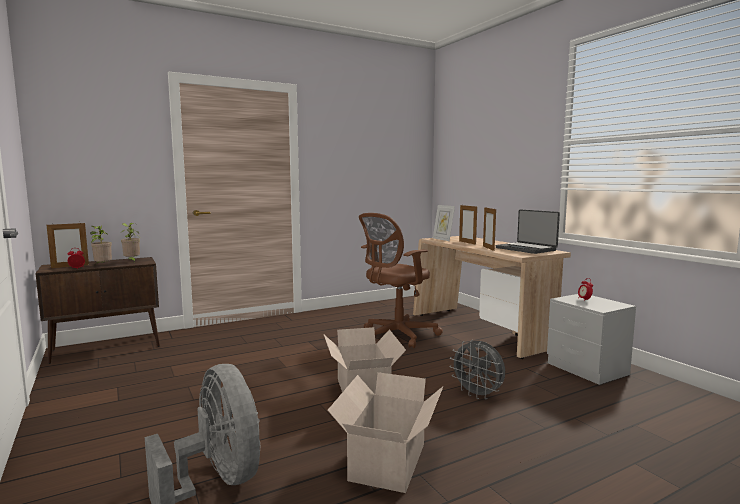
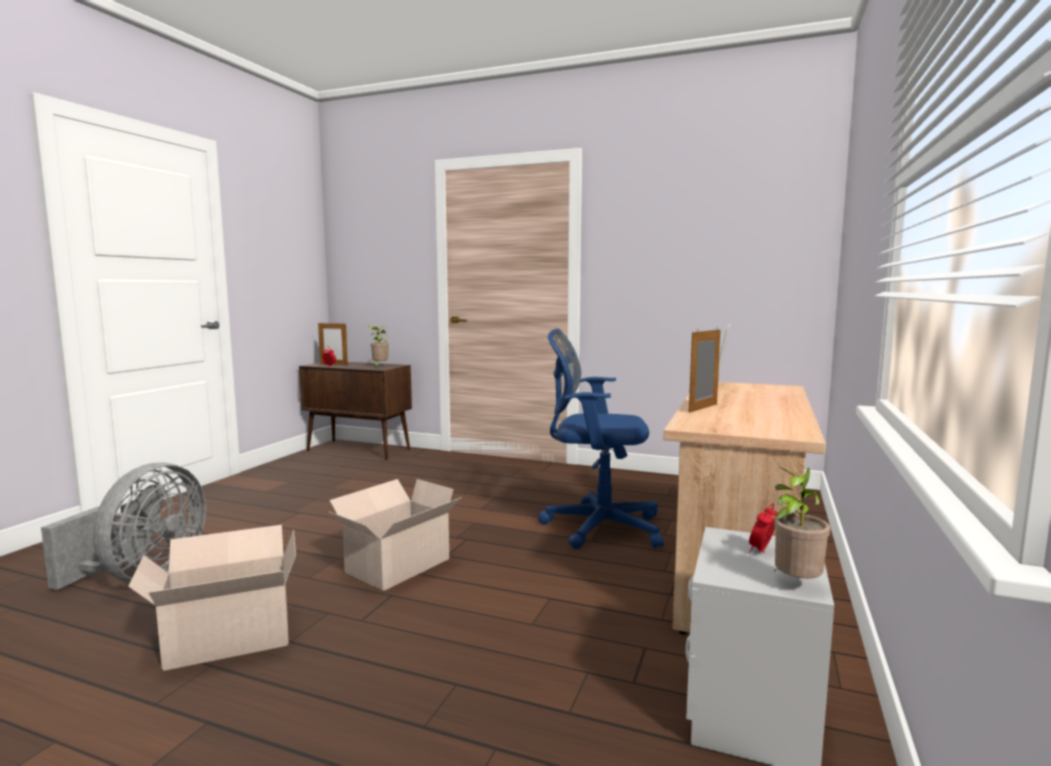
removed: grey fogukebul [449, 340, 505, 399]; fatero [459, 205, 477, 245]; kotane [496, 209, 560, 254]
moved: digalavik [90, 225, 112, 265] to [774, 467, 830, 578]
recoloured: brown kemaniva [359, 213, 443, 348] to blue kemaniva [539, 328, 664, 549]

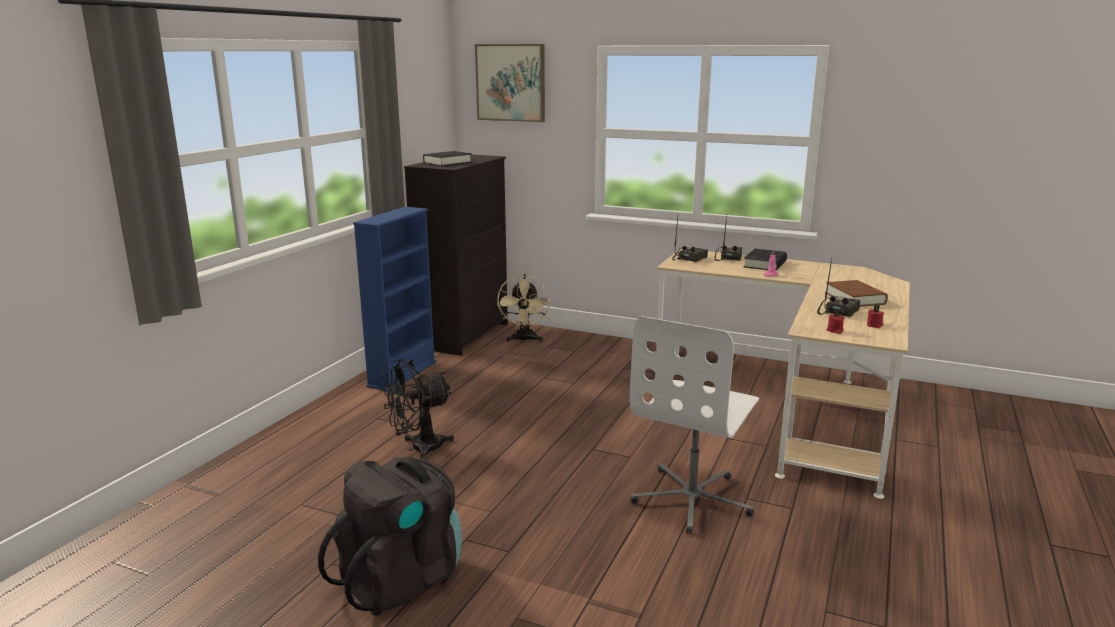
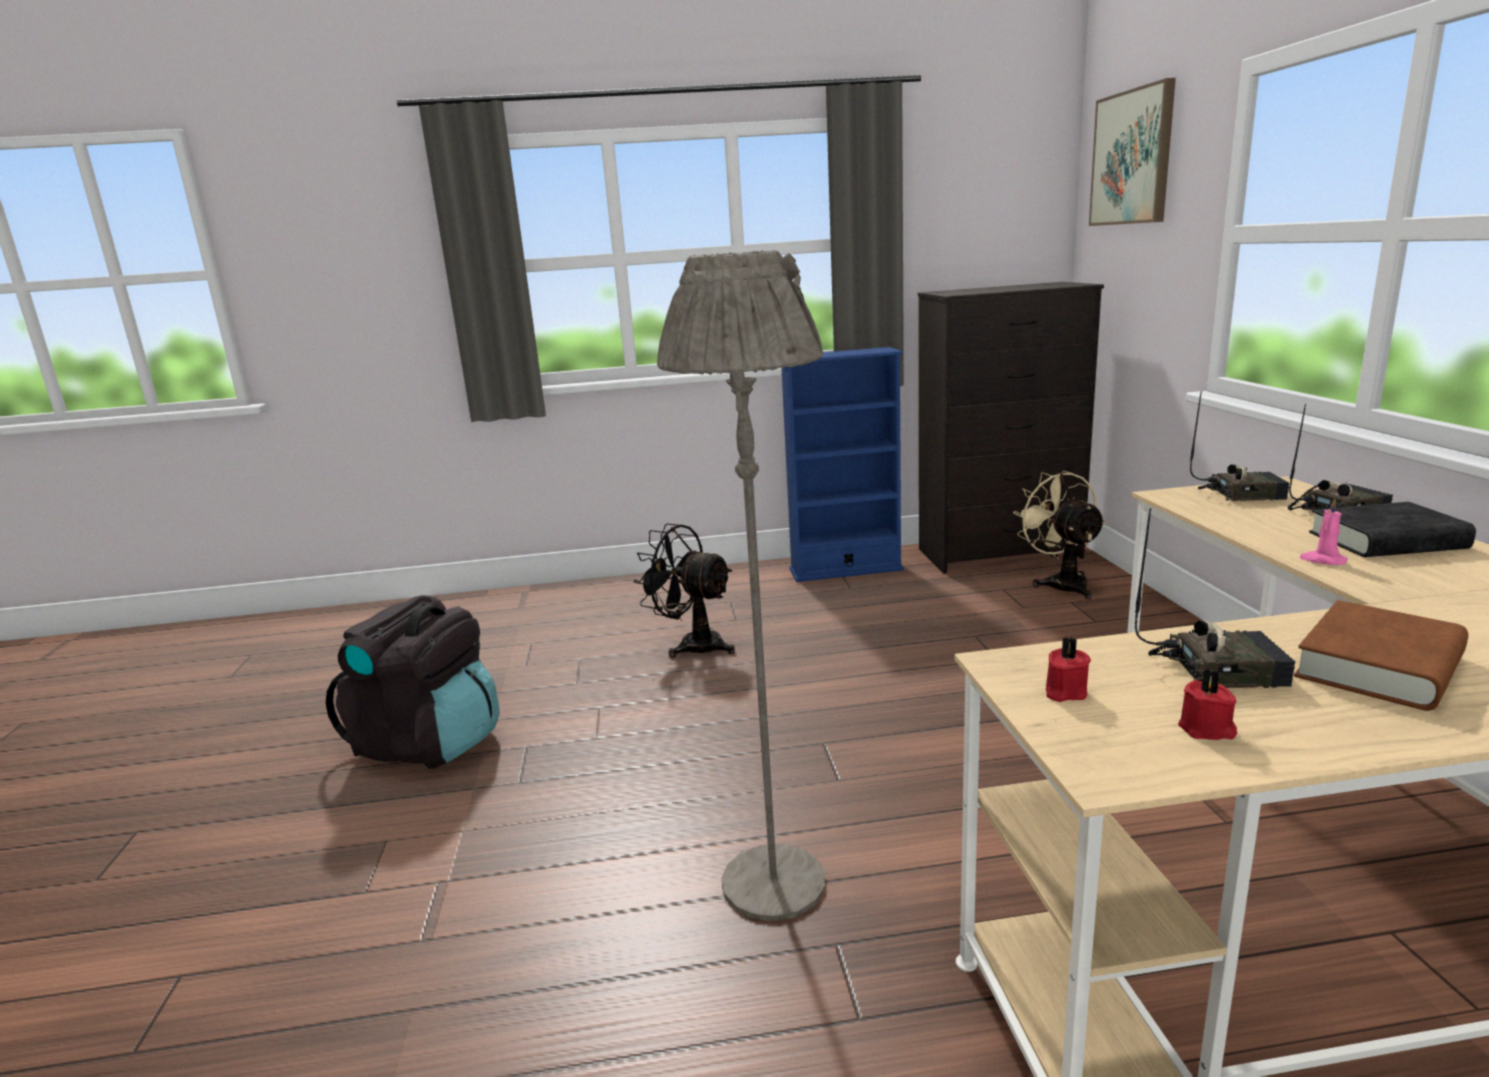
removed: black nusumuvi [423, 151, 472, 166]
replaced: white kemaniva [630, 316, 759, 534] to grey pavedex [657, 250, 826, 921]
turned: beige fogukebul [497, 274, 551, 342] = [1013, 471, 1106, 599] 105 degrees clockwise

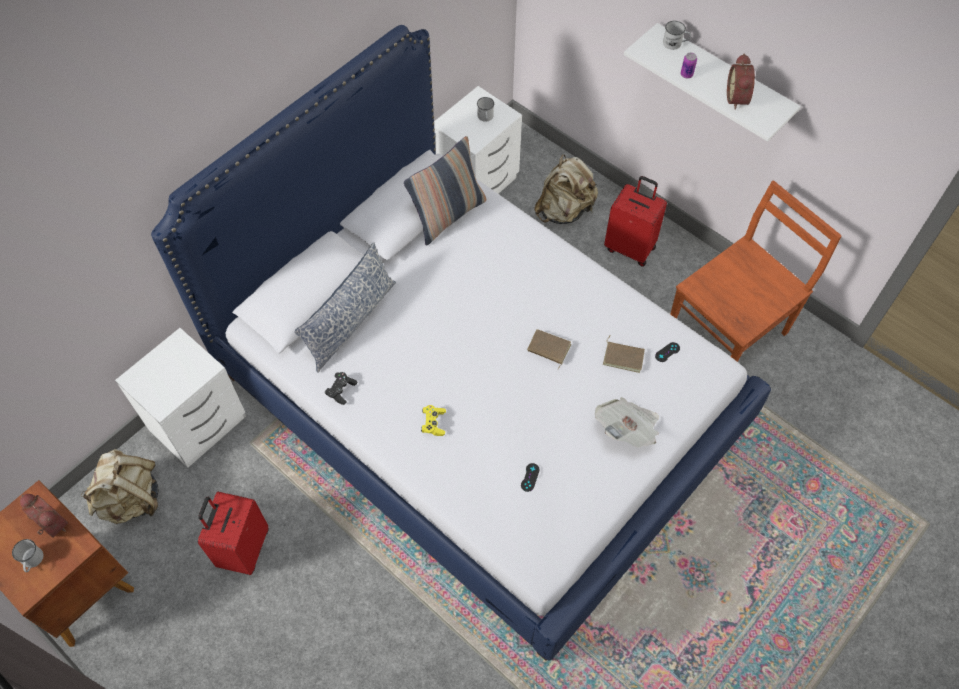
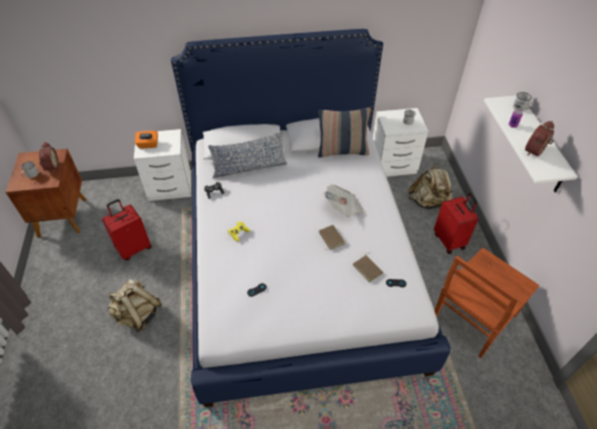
added: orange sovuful [135, 131, 158, 149]
moved: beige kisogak [81, 449, 159, 524] to [108, 279, 162, 332]; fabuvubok [595, 397, 659, 448] to [324, 185, 366, 217]
turned: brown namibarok [670, 181, 842, 362] = [434, 248, 540, 358] 135 degrees clockwise

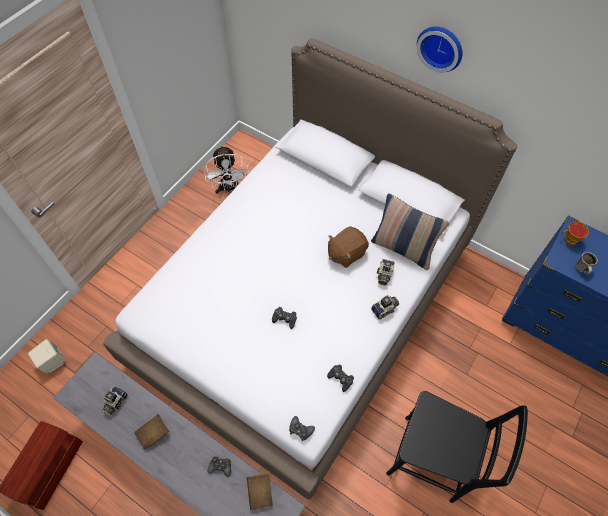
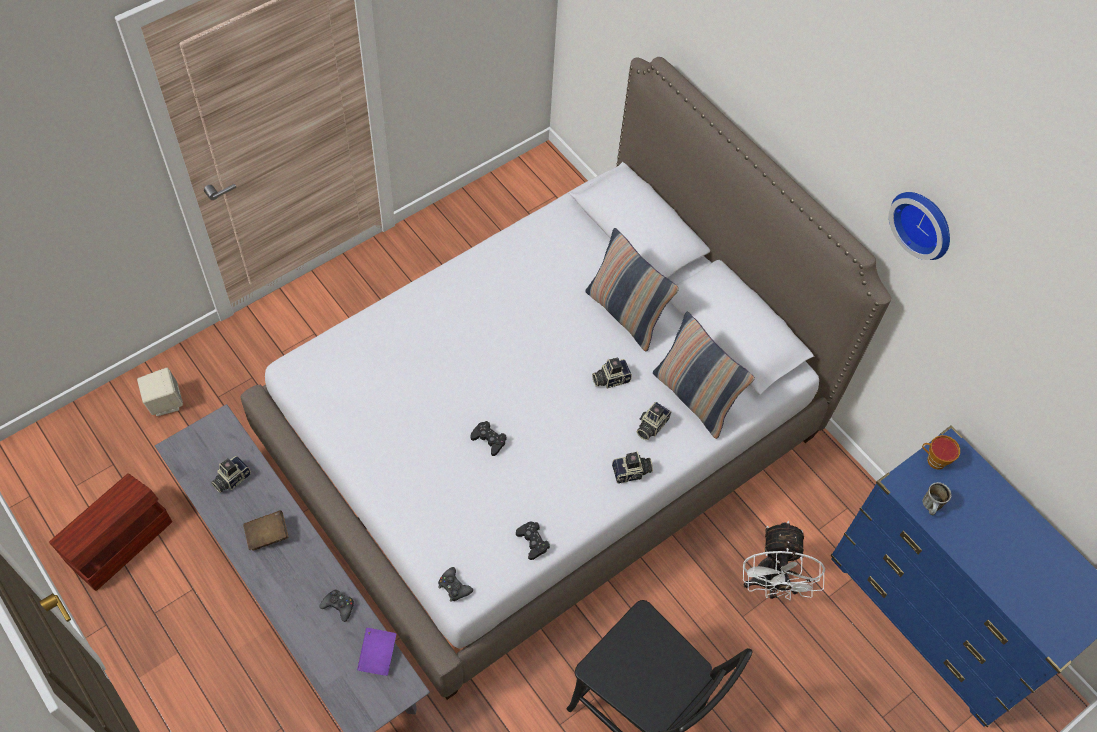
added: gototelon [586, 228, 679, 351]
moved: white fogukebul [204, 145, 249, 194] to [743, 521, 825, 600]; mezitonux [417, 26, 463, 72] to [889, 192, 950, 260]
replaced: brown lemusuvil [328, 226, 369, 268] to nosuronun [592, 358, 632, 389]
recoloured: brown nusumuvi [247, 473, 273, 510] to purple nusumuvi [357, 628, 397, 676]

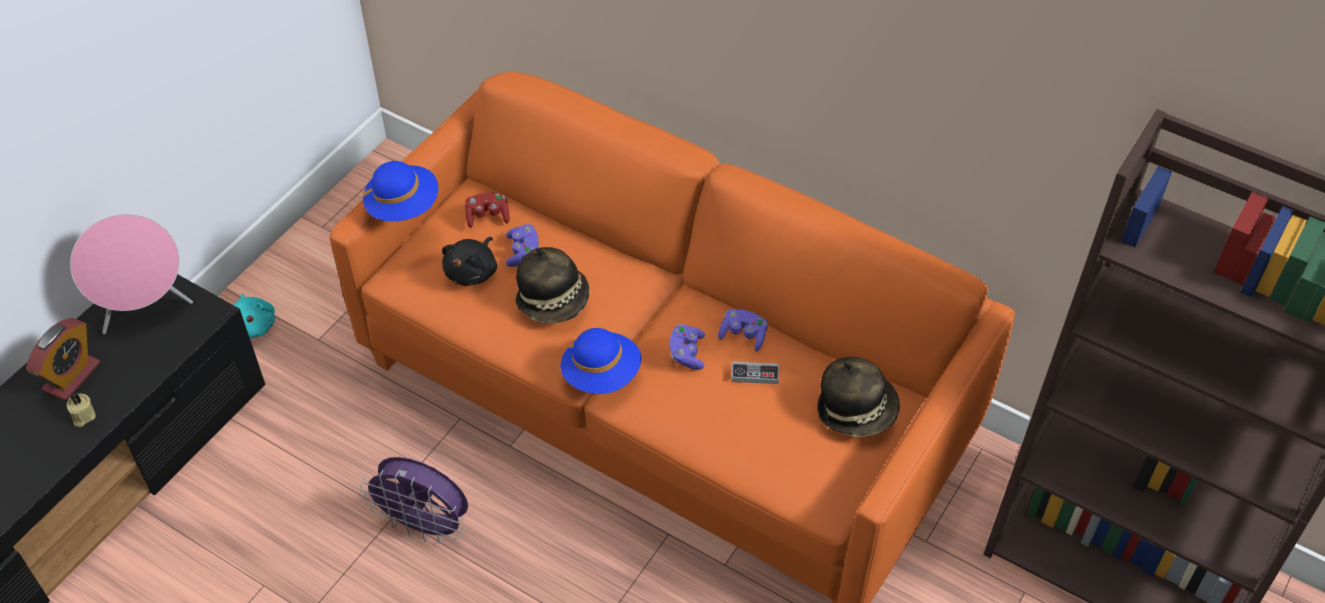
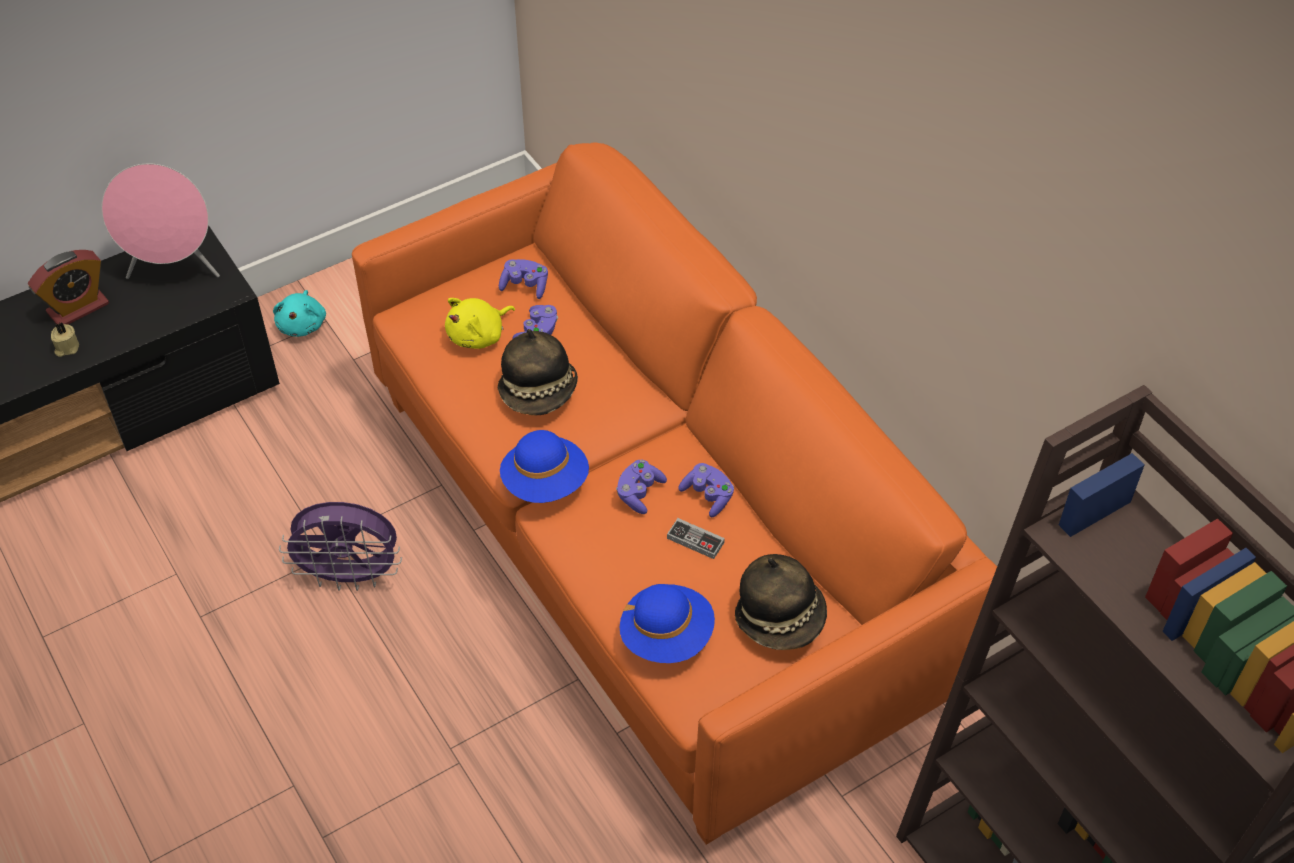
moved: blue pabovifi [363, 161, 438, 221] to [620, 584, 715, 663]
recoloured: black lemusuvil [442, 237, 497, 286] to yellow lemusuvil [445, 298, 515, 349]; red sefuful [465, 193, 510, 228] to purple sefuful [499, 259, 548, 299]
turned: purple fogukebul [360, 457, 468, 544] = [279, 502, 402, 591] 45 degrees counterclockwise

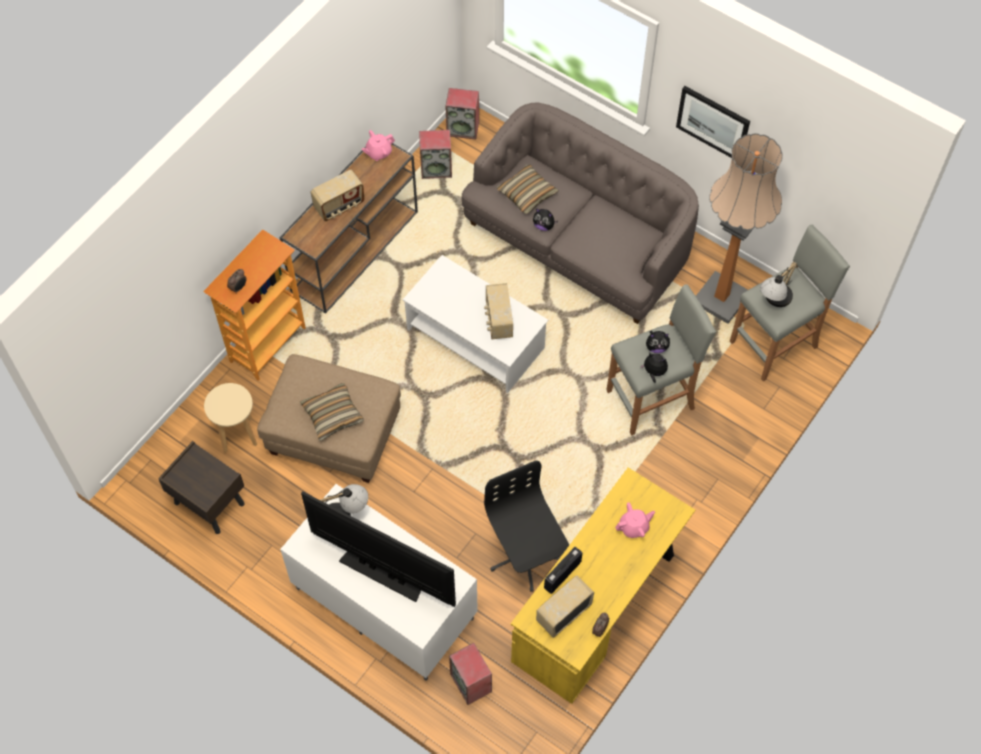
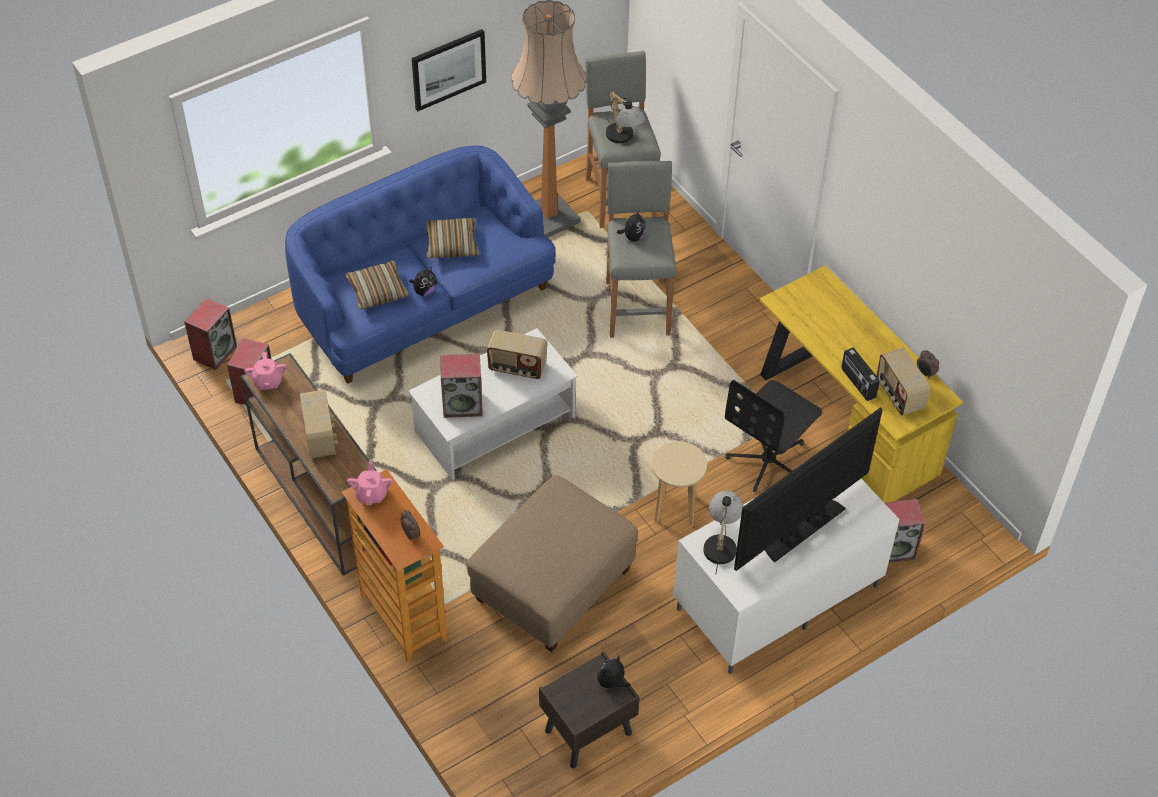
added: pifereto [440, 354, 483, 418]
moved: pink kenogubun [615, 502, 655, 538] to [347, 460, 393, 505]; gototelon [300, 383, 364, 441] to [425, 218, 479, 259]; lemusuvil [640, 353, 668, 383] to [597, 656, 630, 690]; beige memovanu [204, 383, 257, 453] to [652, 441, 707, 526]
recoloured: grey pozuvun [462, 103, 699, 324] to blue pozuvun [285, 145, 555, 384]
turned: black kemaniva [484, 460, 569, 592] = [725, 380, 822, 492] 45 degrees counterclockwise

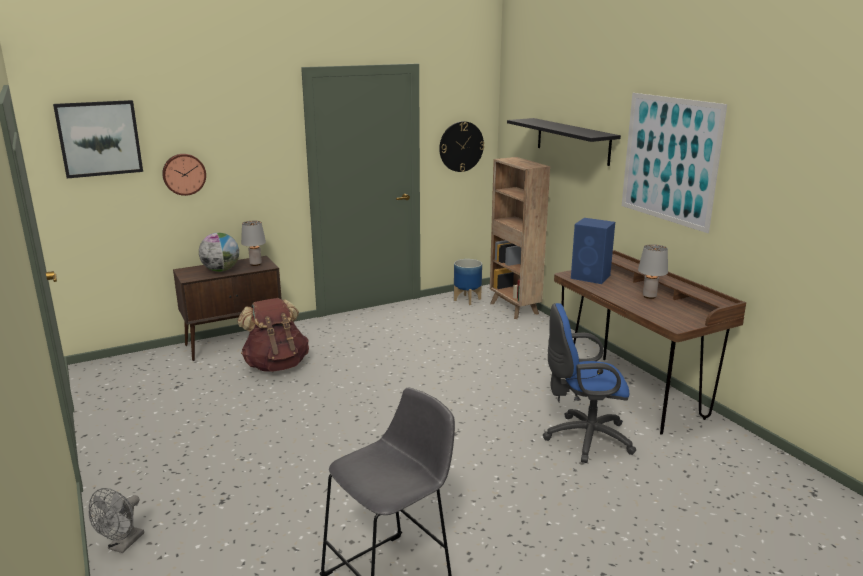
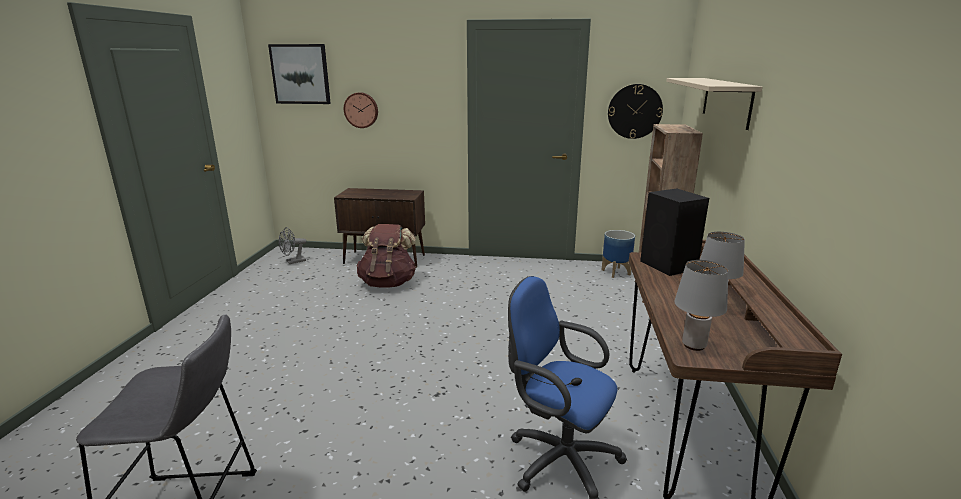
removed: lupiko [199, 233, 239, 272]; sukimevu [622, 93, 727, 233]
moved: grey fogukebul [89, 488, 144, 553] to [279, 227, 307, 264]; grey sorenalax [241, 221, 266, 266] to [674, 260, 728, 351]
recoloured: blue pifereto [571, 218, 615, 284] to black pifereto [640, 188, 709, 276]; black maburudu [507, 118, 621, 166] to beige maburudu [666, 78, 762, 130]

